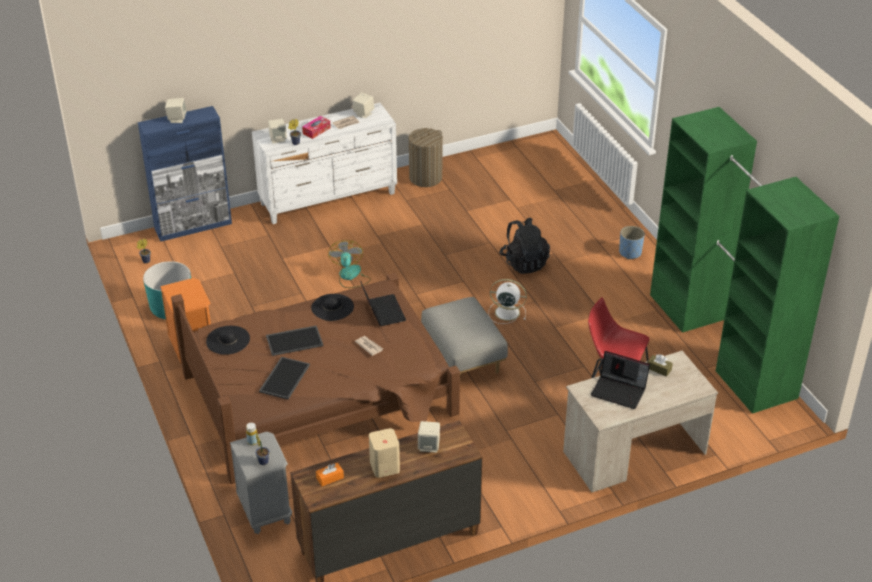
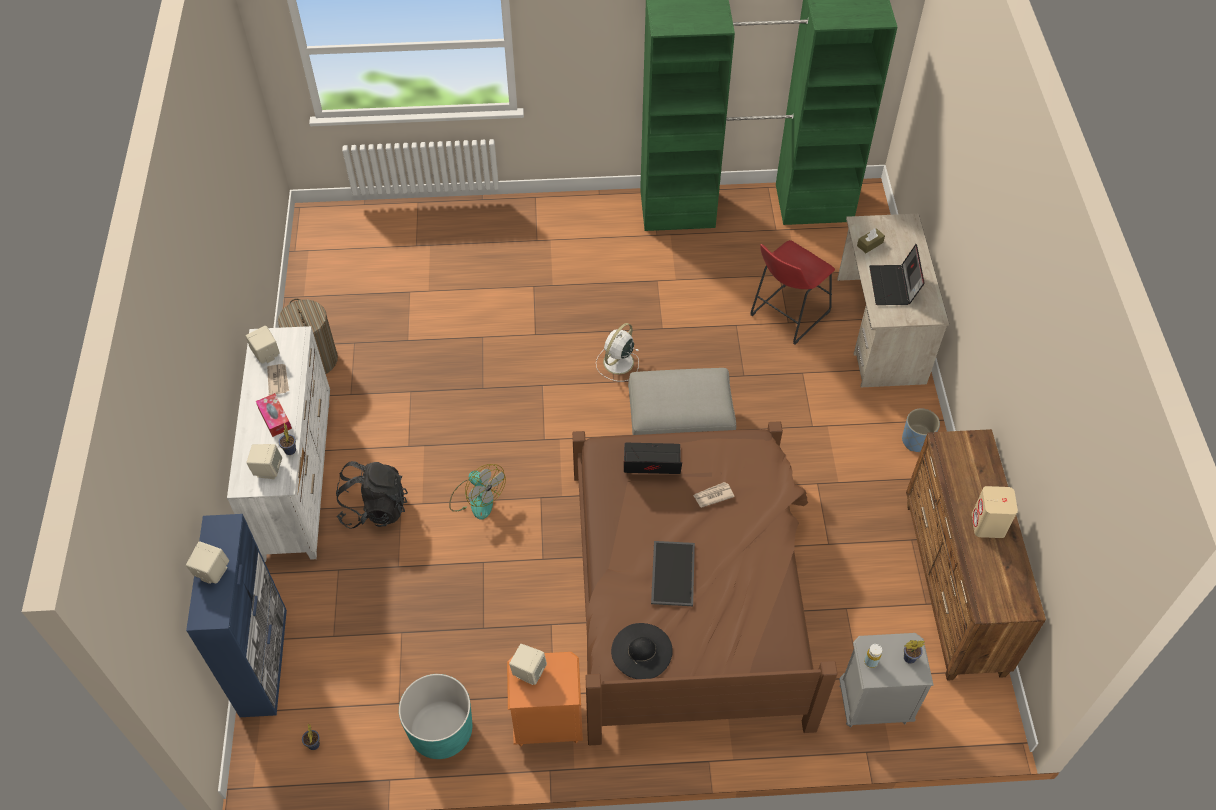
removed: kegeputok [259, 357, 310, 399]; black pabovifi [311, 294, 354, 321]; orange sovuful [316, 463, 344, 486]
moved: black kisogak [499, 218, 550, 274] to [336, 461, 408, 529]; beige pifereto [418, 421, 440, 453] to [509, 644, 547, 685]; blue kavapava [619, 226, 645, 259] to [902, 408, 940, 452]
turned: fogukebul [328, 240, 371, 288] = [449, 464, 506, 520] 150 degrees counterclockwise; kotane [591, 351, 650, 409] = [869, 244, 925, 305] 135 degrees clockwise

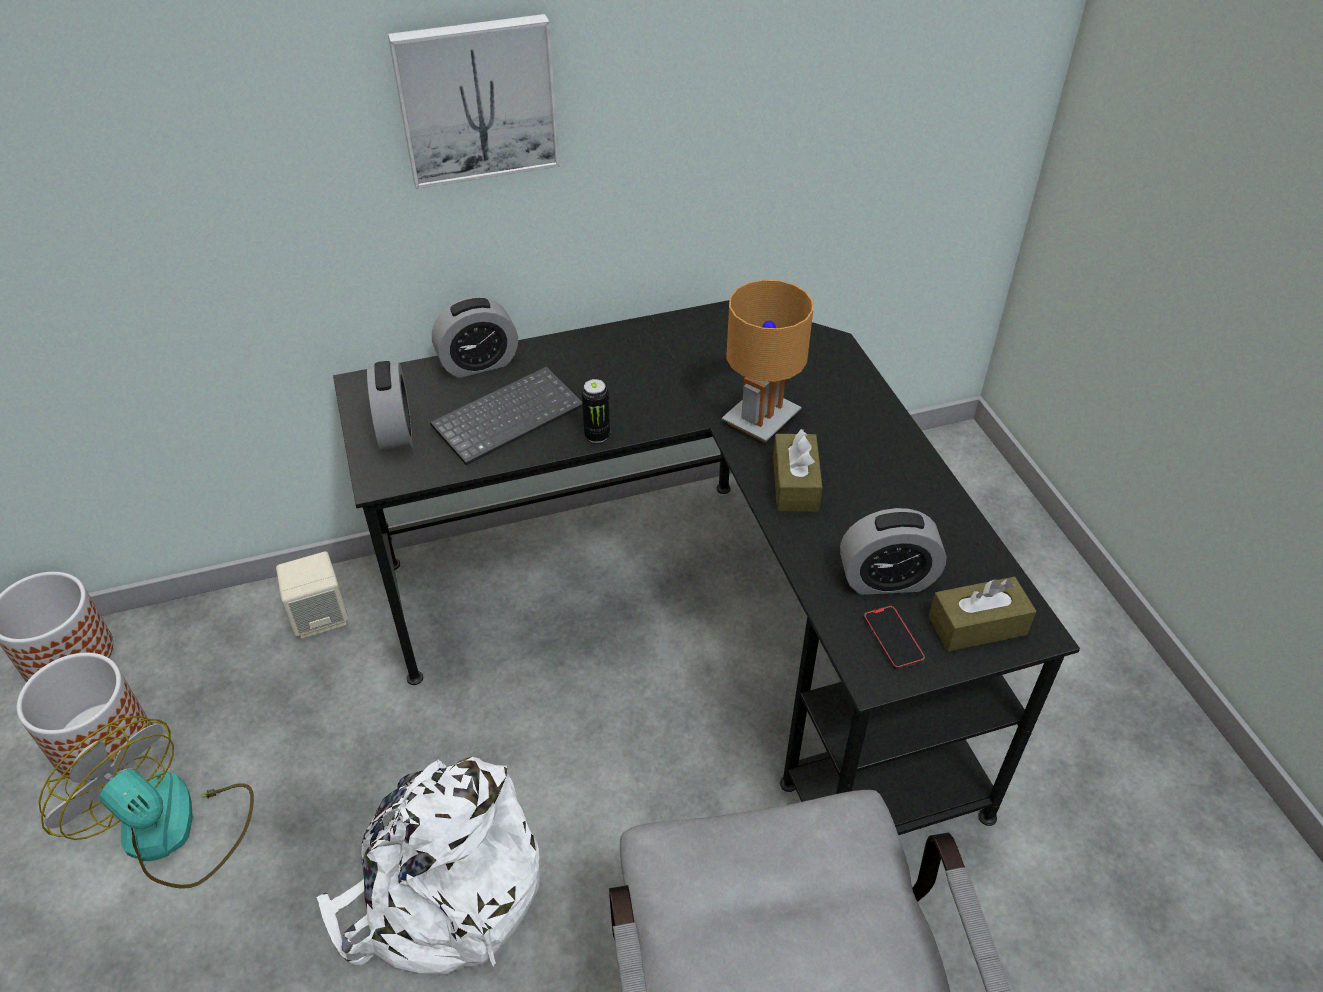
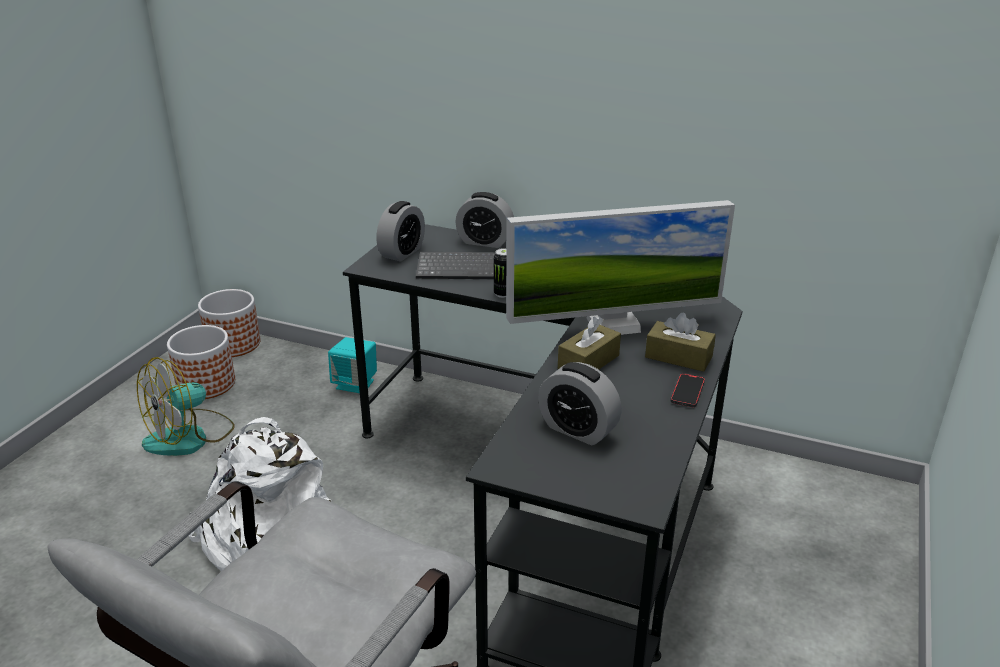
removed: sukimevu [388, 14, 560, 189]
moved: brown sovuful [928, 577, 1036, 651] to [645, 313, 716, 372]; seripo [864, 606, 925, 670] to [671, 373, 705, 407]
replaced: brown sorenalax [722, 280, 813, 443] to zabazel [506, 200, 735, 335]
recoloured: beige pifereto [276, 551, 349, 639] to turquoise pifereto [328, 337, 377, 393]
turned: fogukebul [39, 716, 254, 889] = [137, 357, 235, 456] 120 degrees counterclockwise

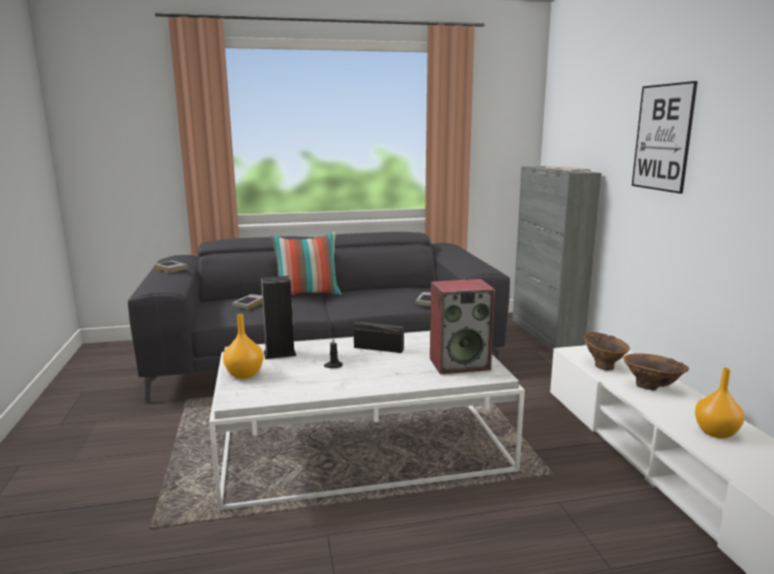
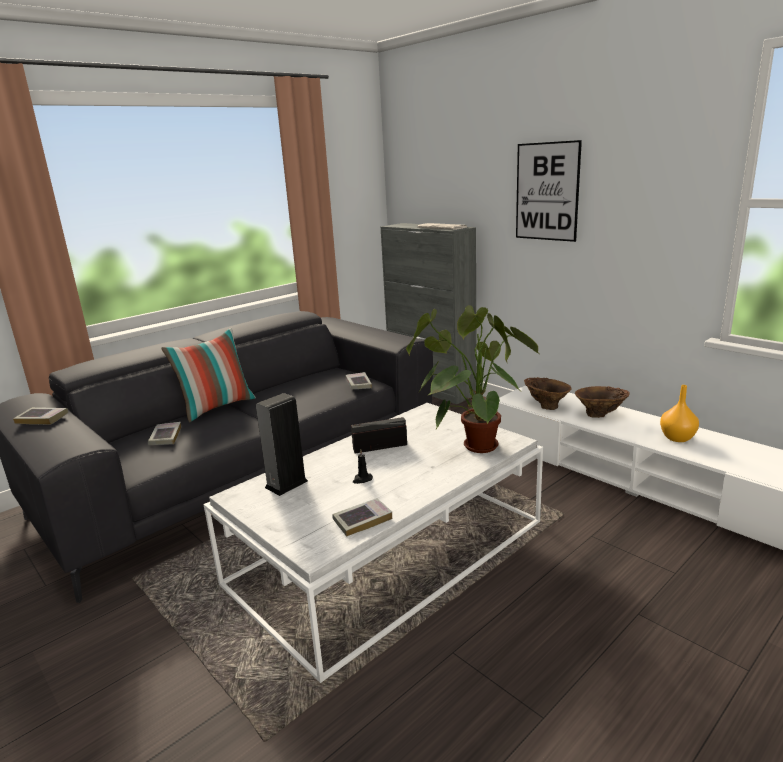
removed: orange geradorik [223, 314, 264, 379]
added: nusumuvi [332, 498, 392, 537]
replaced: pifereto [430, 279, 495, 374] to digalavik [406, 305, 541, 453]

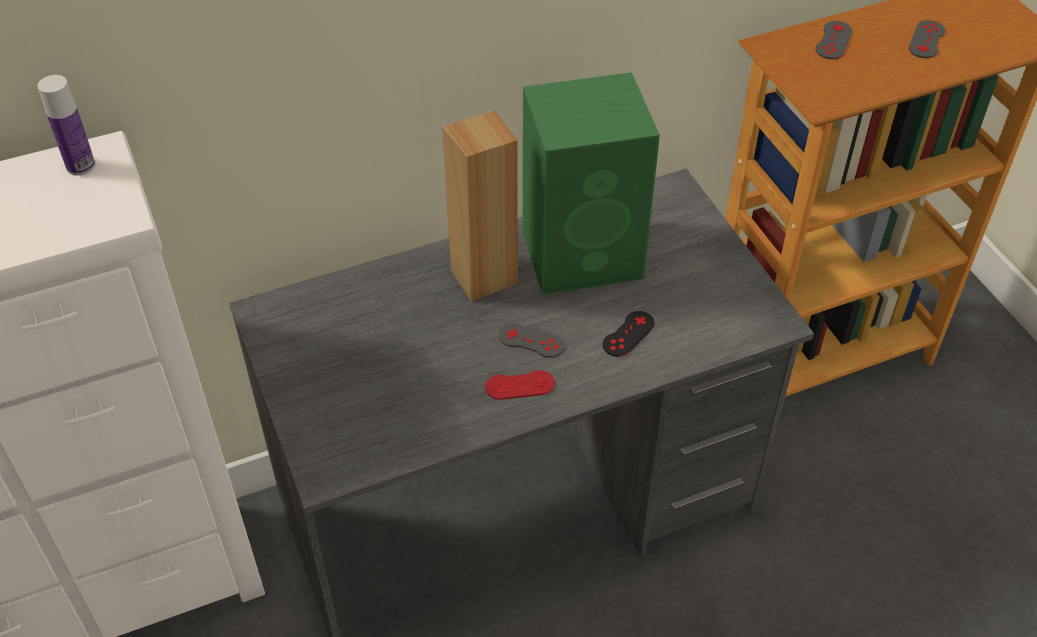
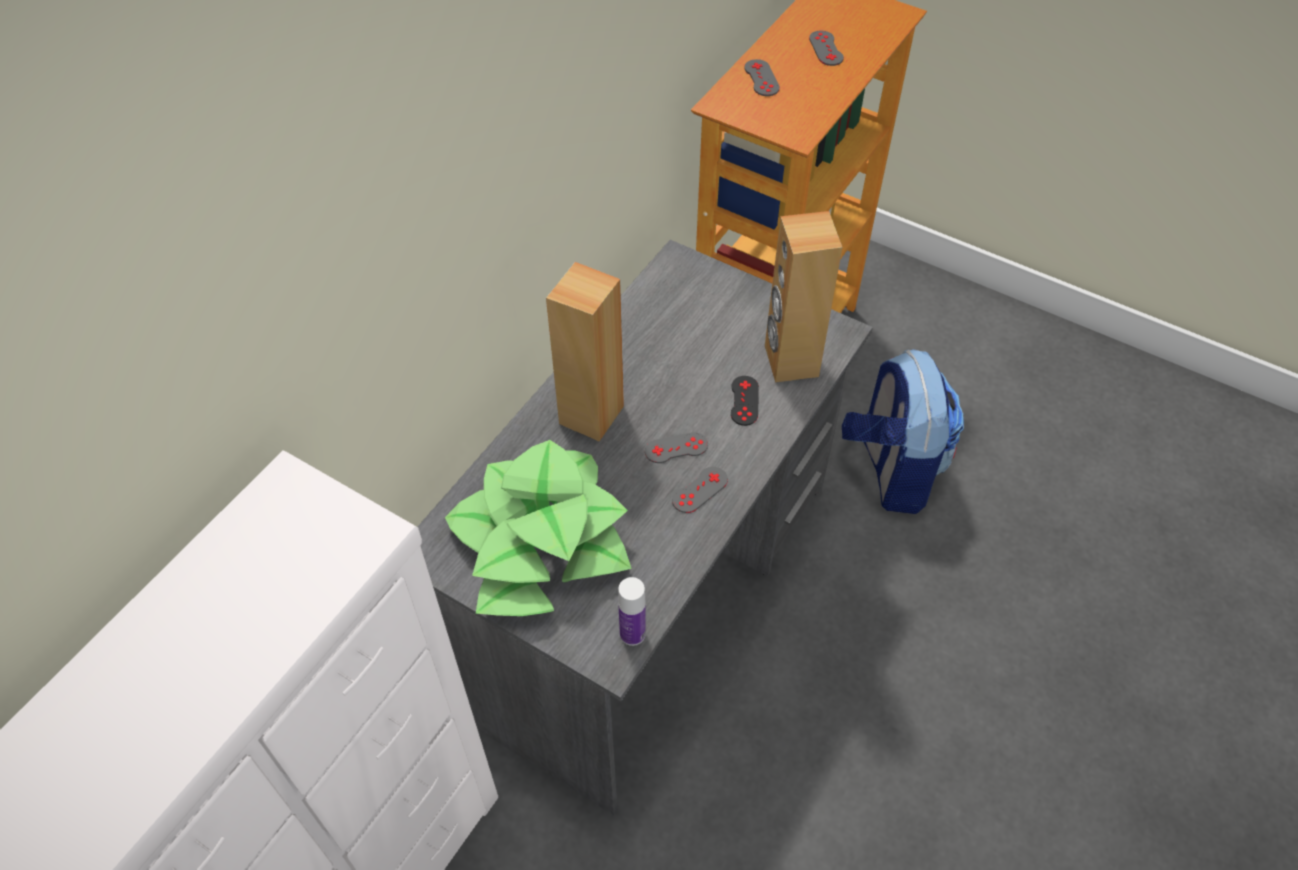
removed: green pifereto [523, 72, 660, 295]
added: digalavik [445, 440, 632, 616]; brown pifereto [765, 211, 843, 382]; kisogak [842, 349, 964, 514]
moved: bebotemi [37, 75, 96, 176] to [618, 577, 646, 646]
recoloured: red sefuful [485, 370, 555, 400] to grey sefuful [672, 467, 728, 513]

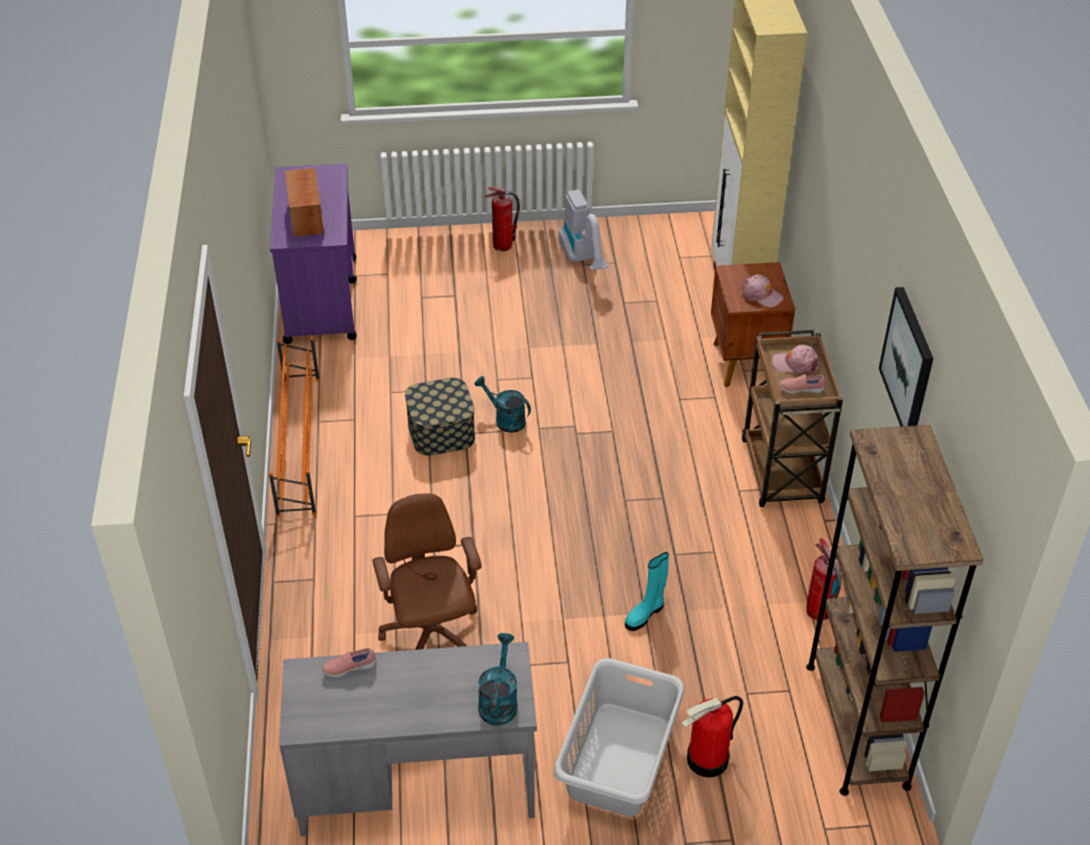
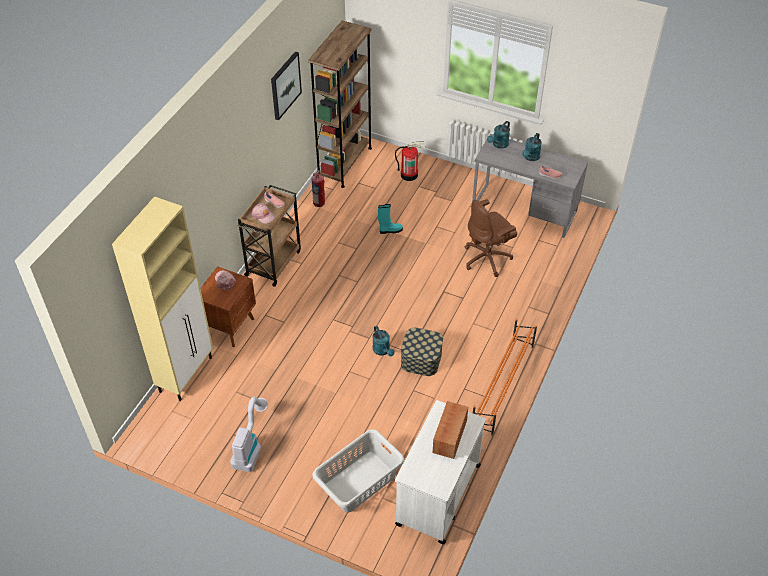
removed: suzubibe [485, 187, 520, 251]
added: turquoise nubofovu [522, 133, 542, 161]
moved: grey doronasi [554, 658, 685, 816] to [312, 429, 405, 513]
recoloured: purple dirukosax [270, 164, 357, 344] to white dirukosax [395, 400, 486, 544]
turned: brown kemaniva [372, 494, 481, 650] = [464, 199, 517, 277] 45 degrees clockwise

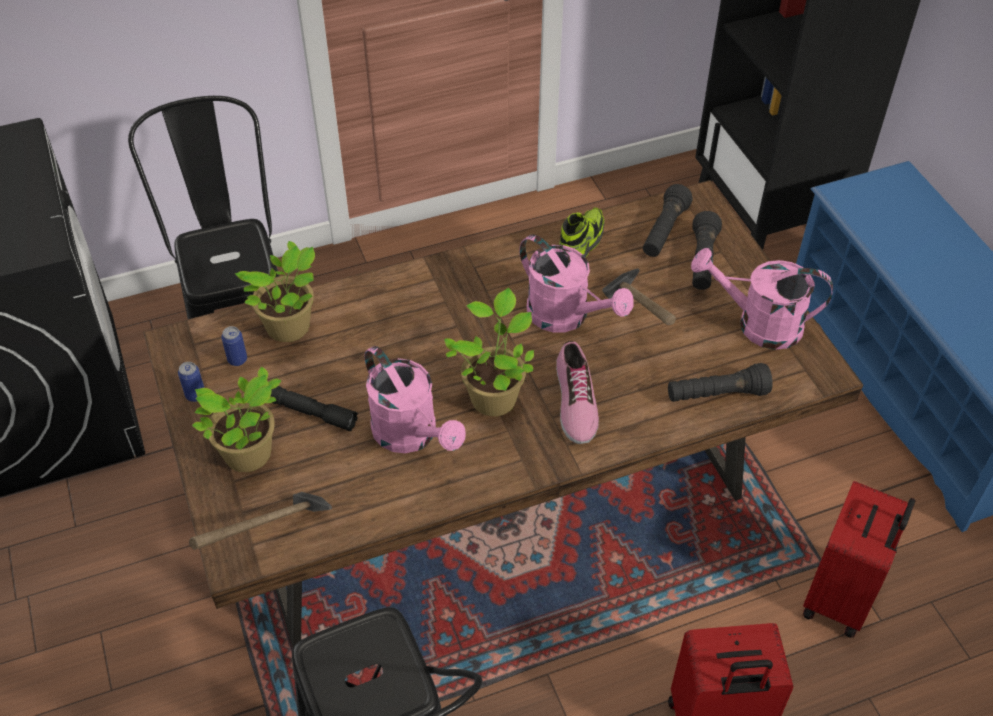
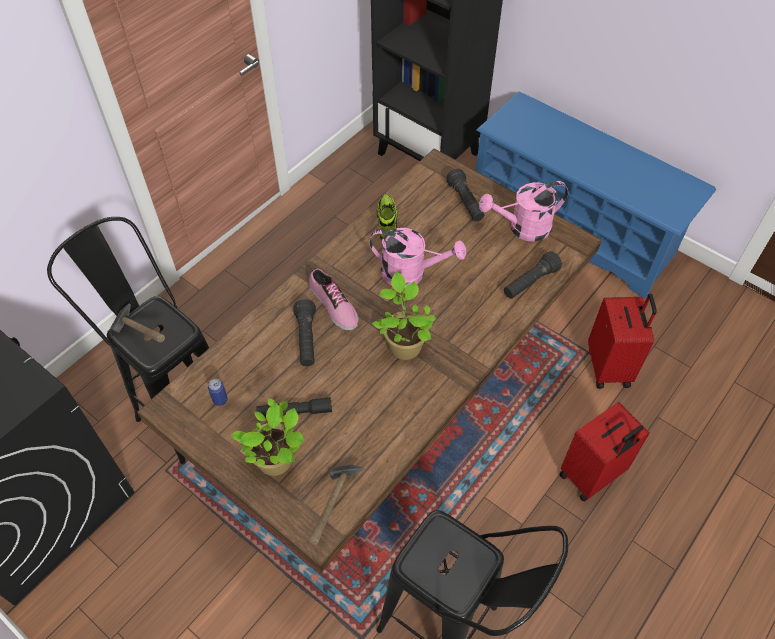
removed: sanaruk [178, 362, 204, 402]; digalavik [235, 241, 315, 342]; pink nubofovu [364, 346, 466, 453]
moved: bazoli [602, 268, 676, 325] to [110, 303, 165, 343]; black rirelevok [643, 184, 693, 257] to [293, 299, 316, 366]; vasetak [556, 341, 599, 444] to [309, 268, 359, 330]

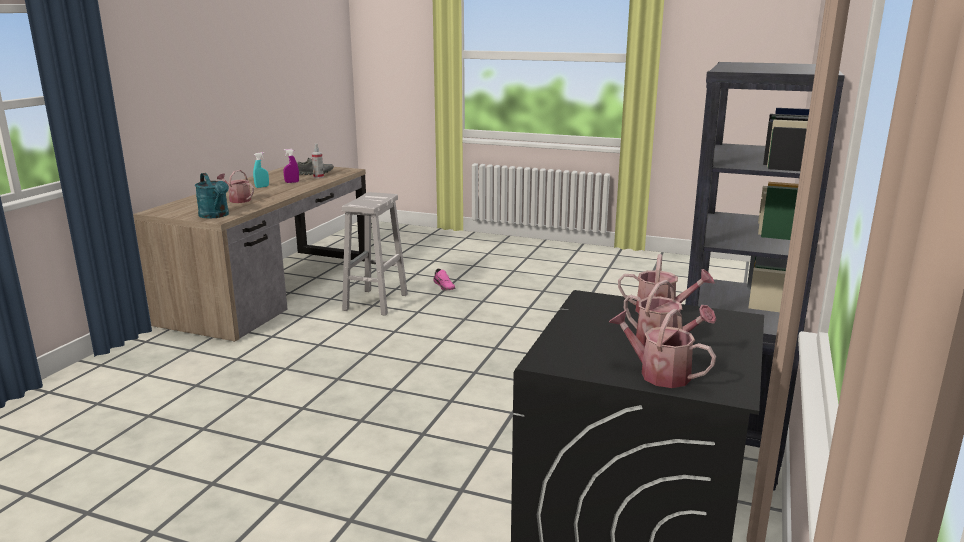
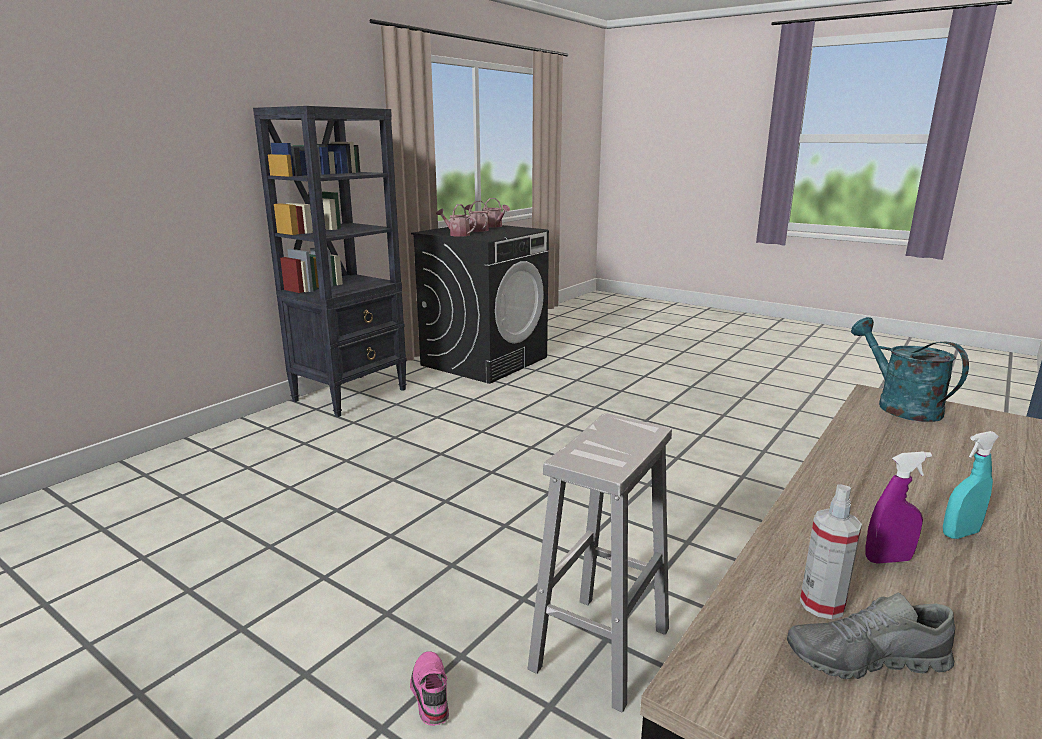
removed: nubofovu [217, 170, 254, 203]

